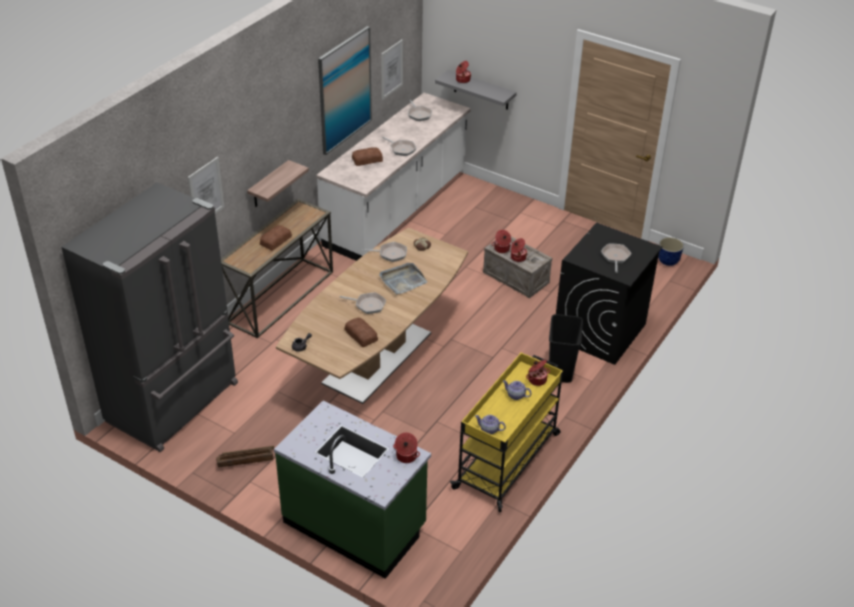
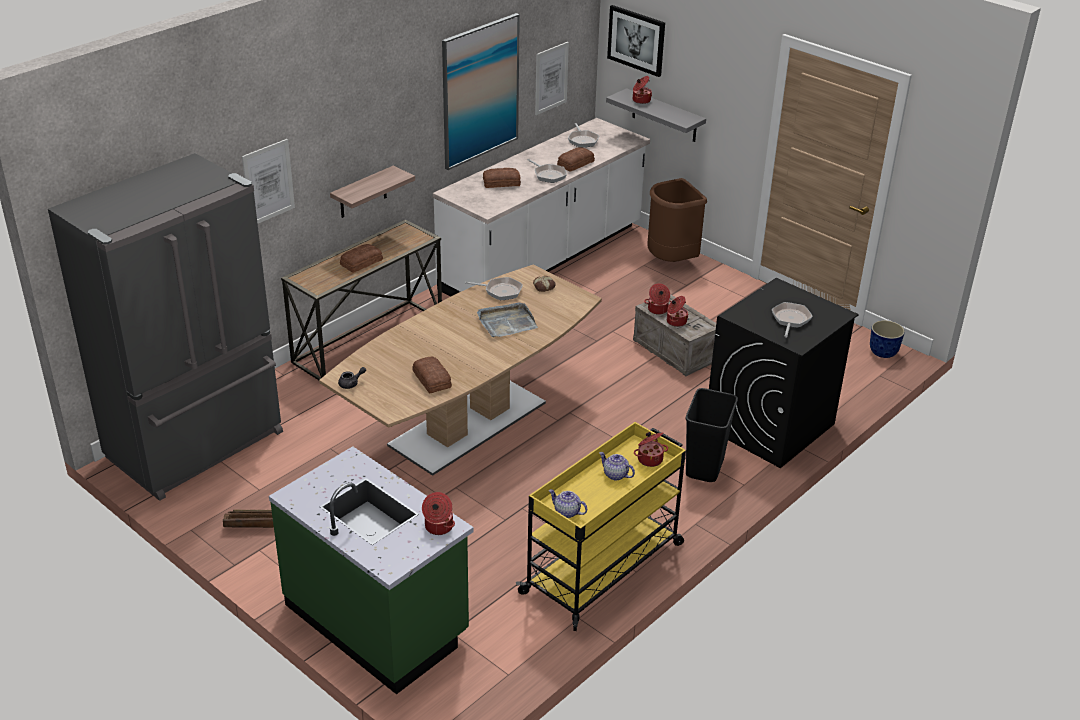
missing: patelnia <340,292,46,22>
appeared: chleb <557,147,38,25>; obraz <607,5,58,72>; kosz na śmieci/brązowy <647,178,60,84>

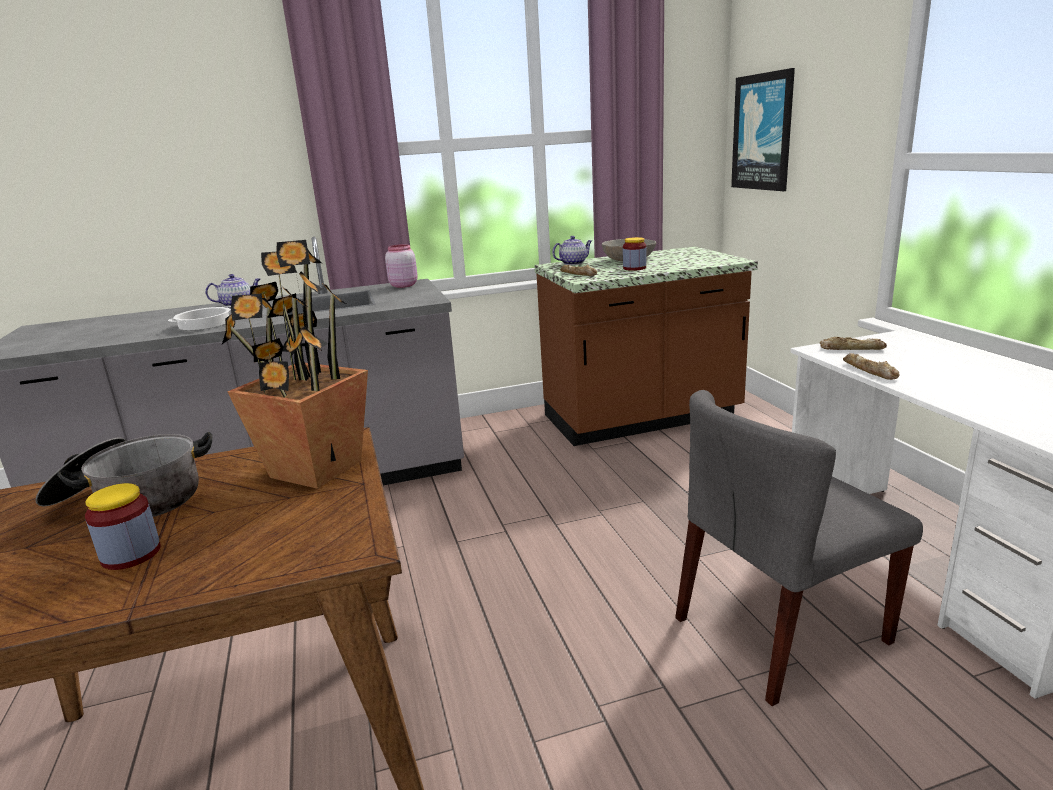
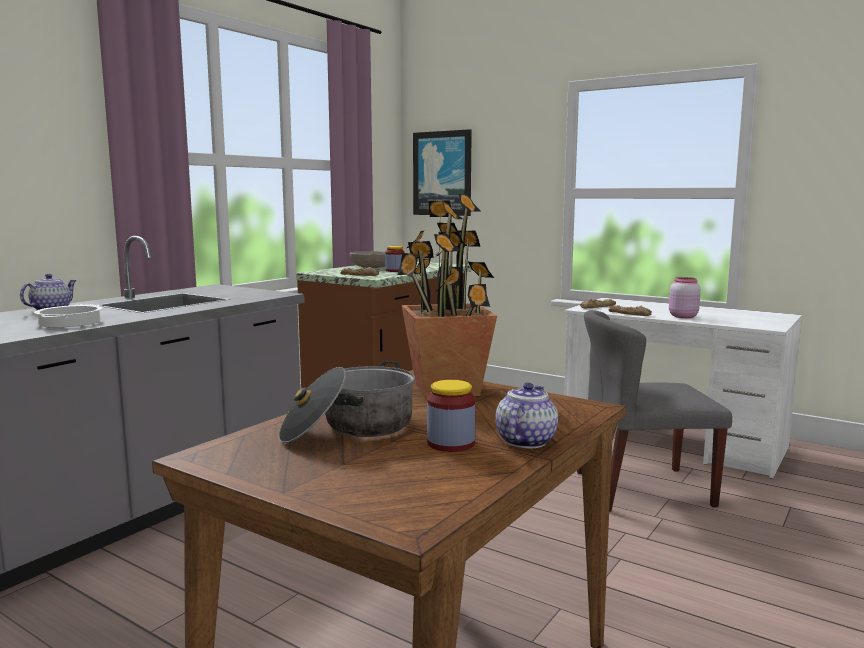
relocated: słoik/różowy <385,244,33,44> to <669,277,32,41>; imbryk <552,236,40,29> to <495,382,63,66>
spun: krzesło/szary <675,390,248,316> = <577,310,155,202> 60 degrees clockwise

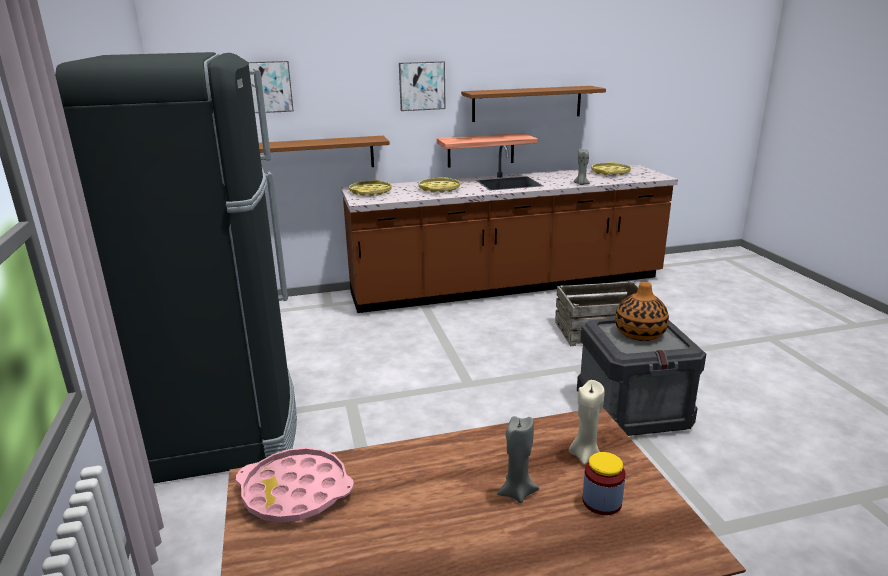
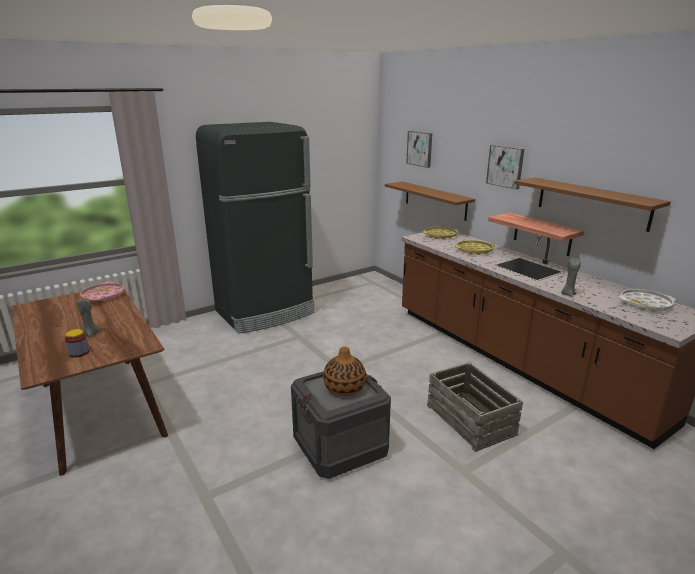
missing: świeca/beżowy <569,380,36,85>
colour: taca/żółty <591,162,40,14> to taca/biały <619,289,57,23>

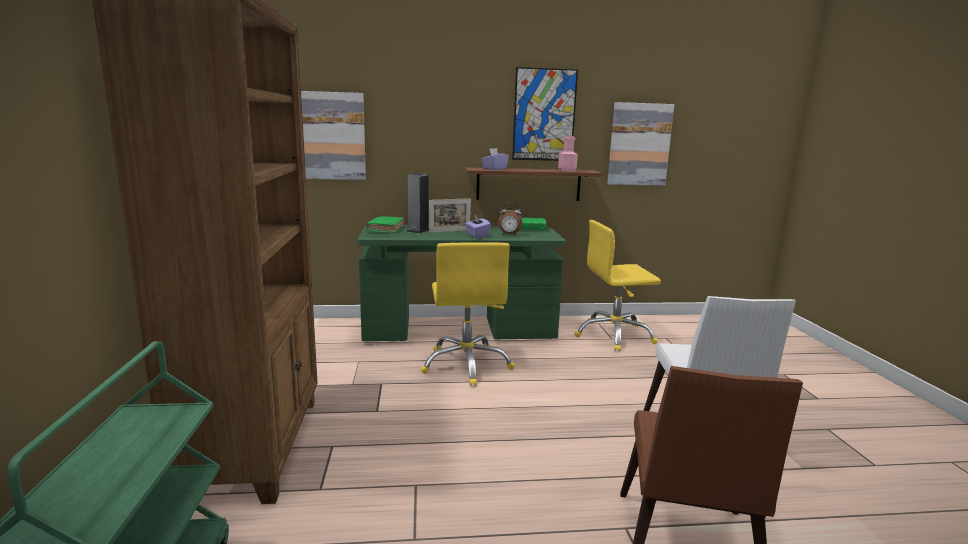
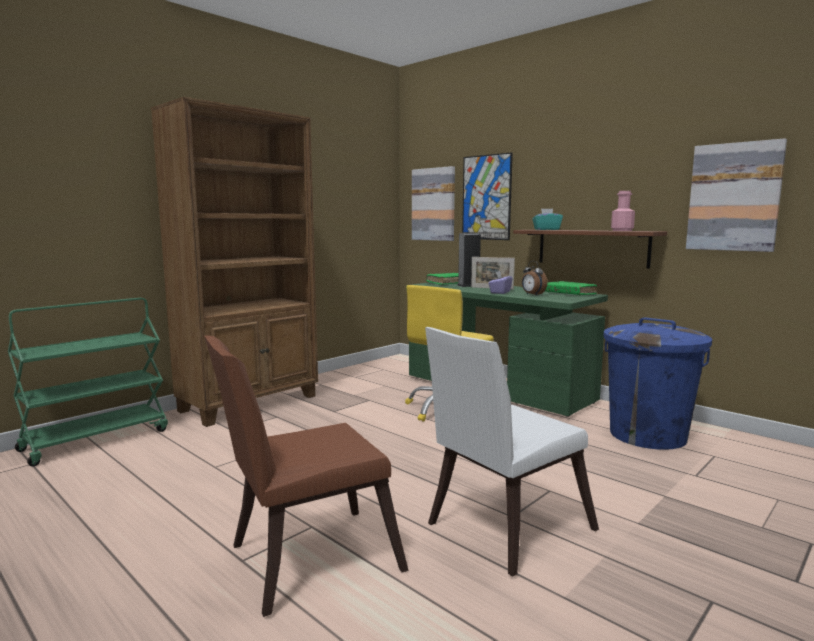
relocated: obraz <512,67,66,94> to <462,152,51,88>
exchanged: krzesło biurowe/żółty <574,220,87,131> to kosz na śmieci/niebieski <603,317,109,133>
colour: pudełko chusteczek/fioletowy <481,148,28,22> to pudełko chusteczek/turkusowy <532,208,31,22>

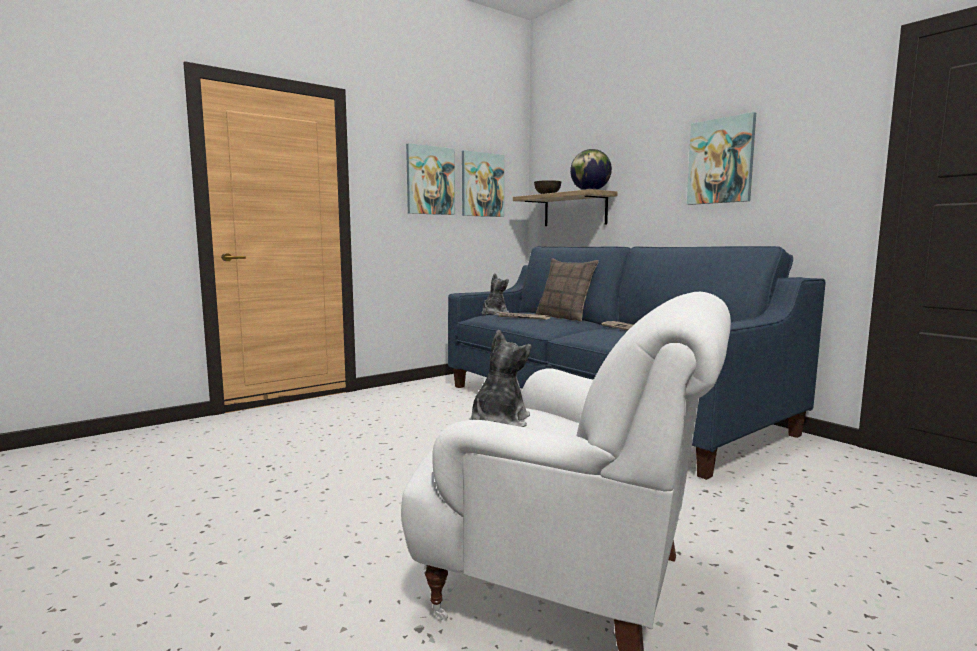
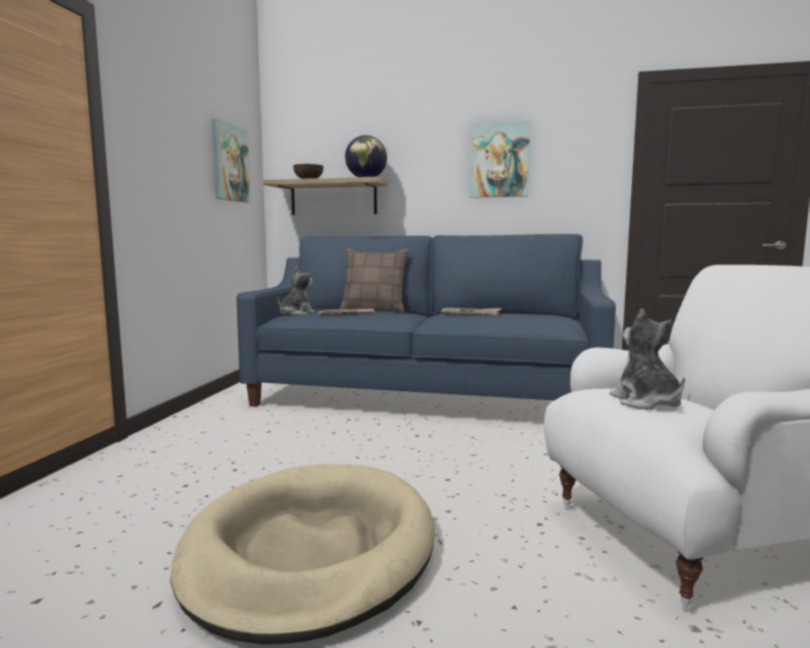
missing: obraz <406,143,49,72>
appeared: legowisko/beżowy <170,464,265,181>
spun: pluszak <482,273,27,42> = <278,266,37,49> 45 degrees clockwise

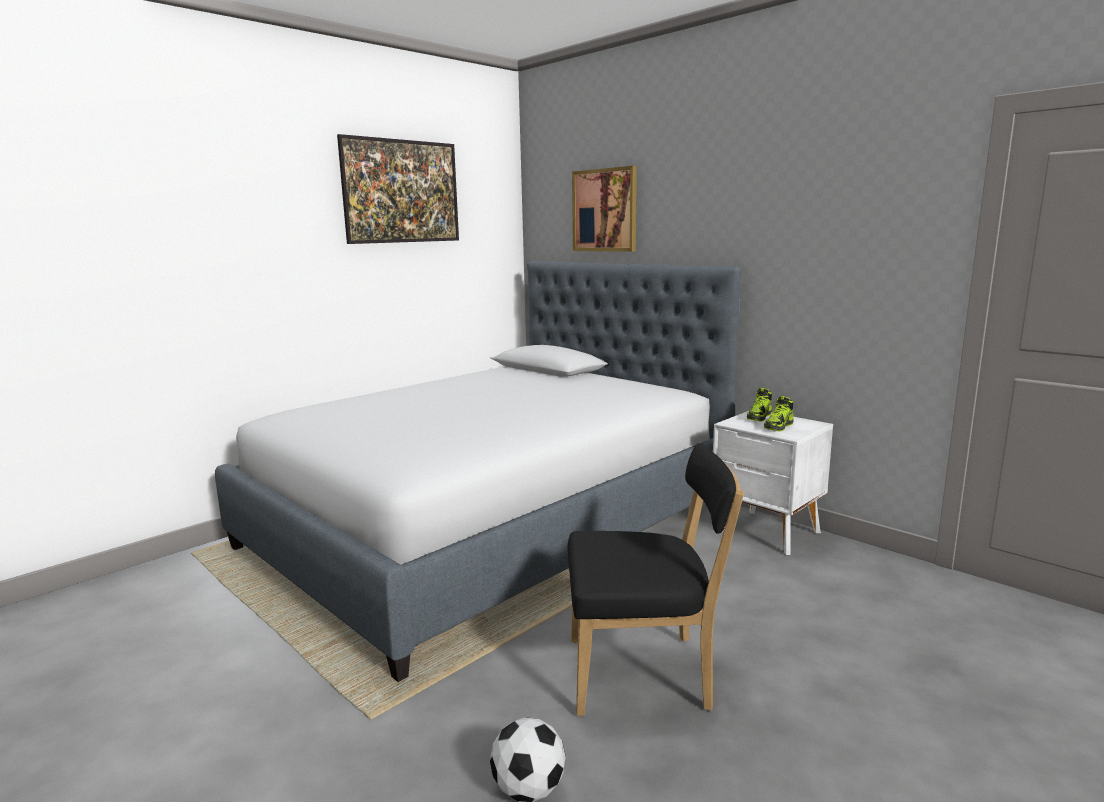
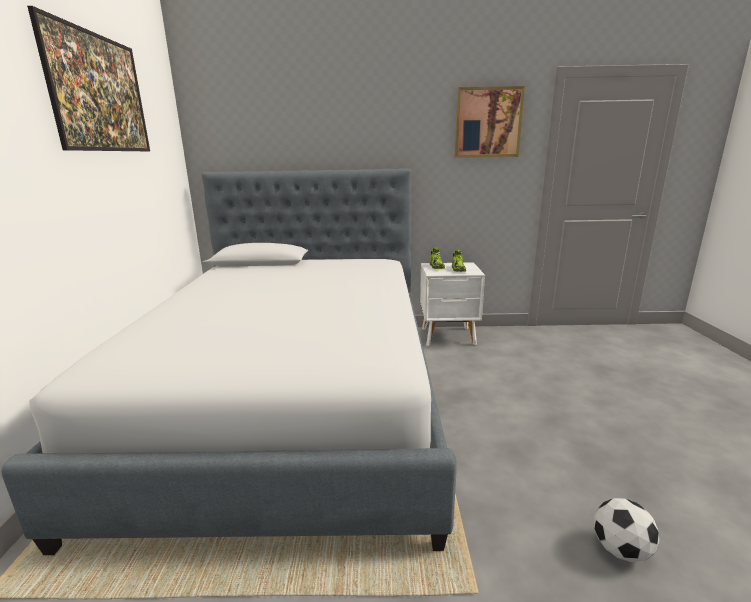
missing: krzesło/czarny <568,443,176,273>
relocated: obraz <572,166,65,86> to <455,86,70,72>

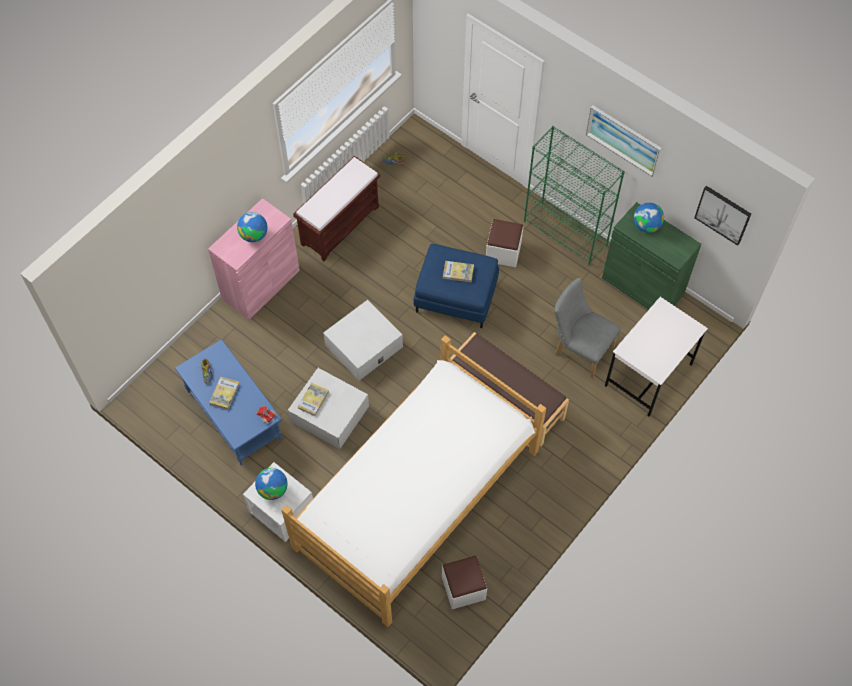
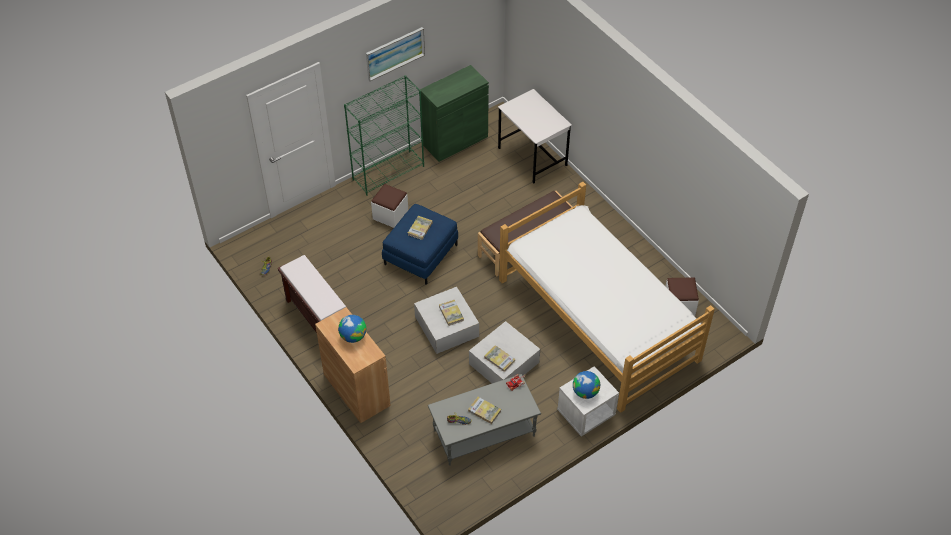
missing: krzesło/szary <554,278,67,101>; globus <634,203,30,30>; obraz <694,186,57,60>
appeared: książka <439,300,25,26>
colour: ława/niebieski <175,339,107,126> to ława/szary <428,374,113,92>; szafka/różowy <208,198,92,122> to szafka/brązowy <315,307,76,116>

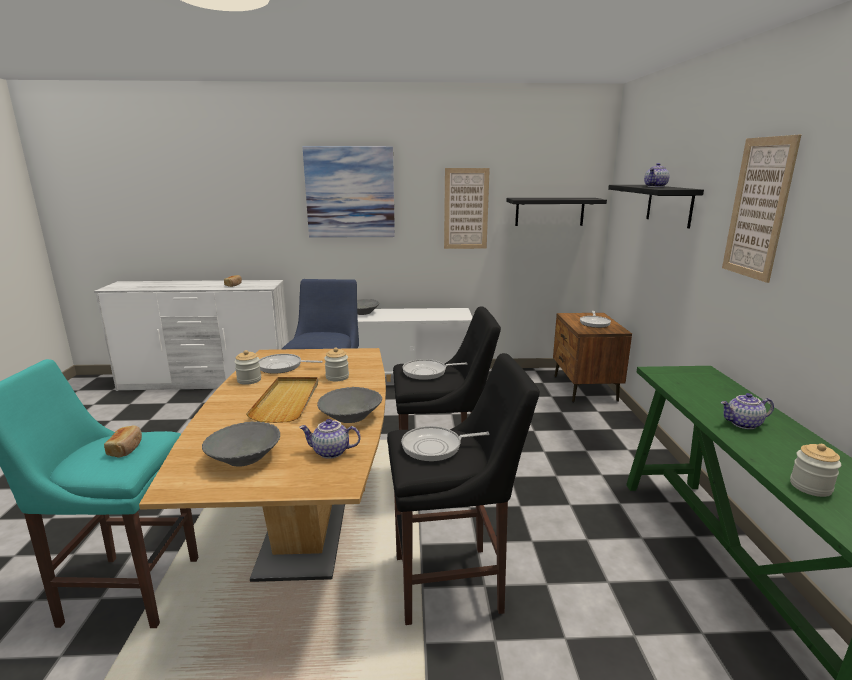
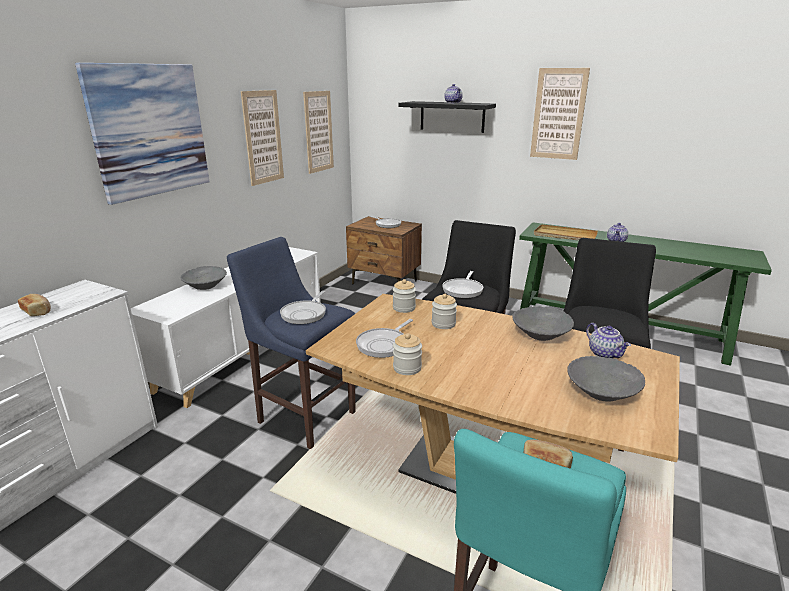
relocated: taca/beżowy <246,377,72,46> to <534,224,64,17>; patelnia <401,426,89,35> to <280,291,46,33>; słoik <790,444,51,53> to <393,279,23,34>
exchanged: półka/czarny <506,198,101,28> to obraz <303,91,31,83>
spun: imbryk <299,419,62,40> = <586,323,45,36> 60 degrees counterclockwise

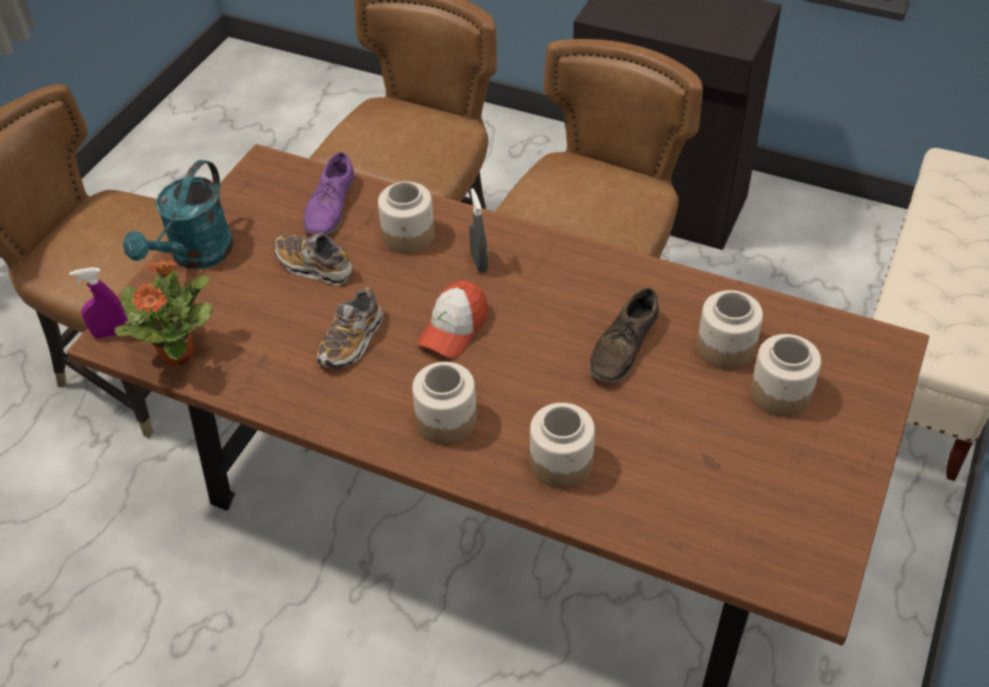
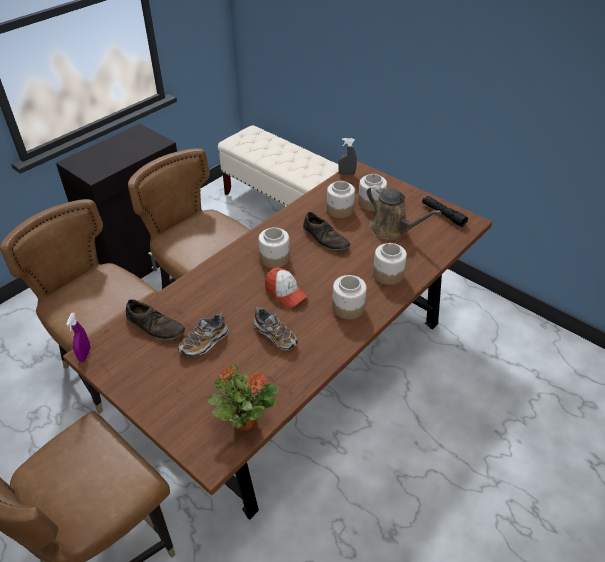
missing: konewka/turkusowy <123,160,111,109>
appeared: konewka/brązowy <367,185,74,55>; latarka/czarny <422,196,46,31>
relocated: spryskiwacz/fioletowy <69,267,59,71> to <66,313,25,49>; słoik <378,182,57,72> to <259,227,31,41>; spryskiwacz/szary <469,188,19,85> to <338,138,19,37>
colour: but/fioletowy <303,152,52,83> to but/brązowy <126,299,59,42>

